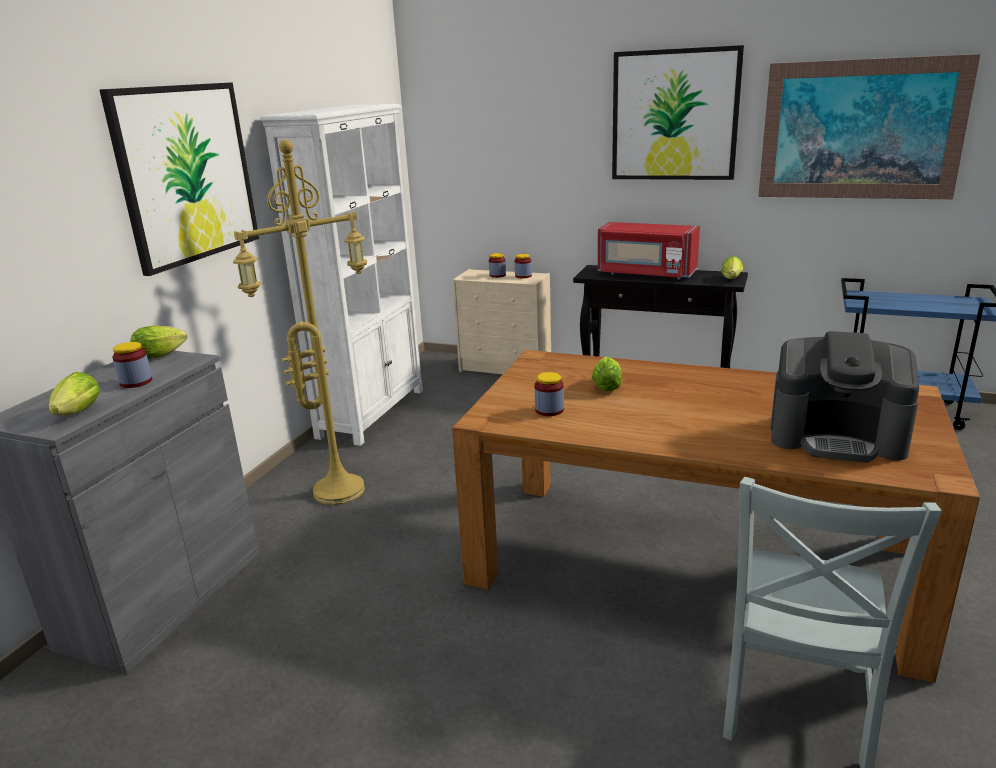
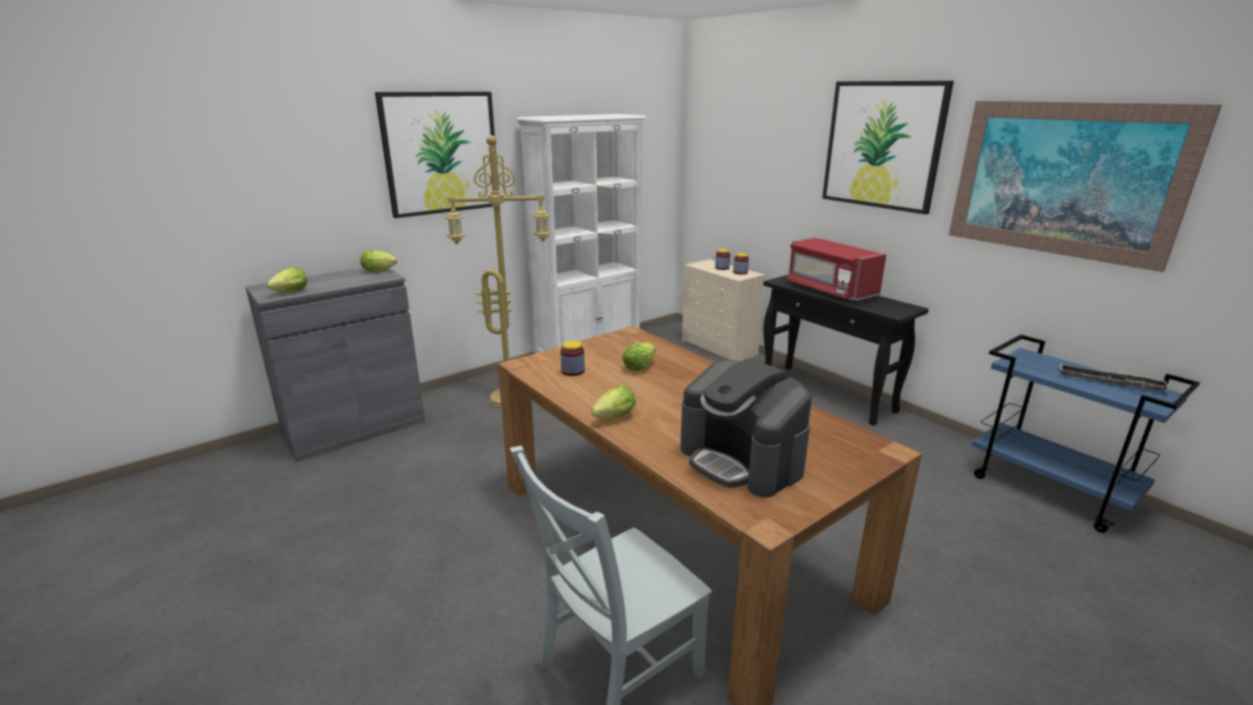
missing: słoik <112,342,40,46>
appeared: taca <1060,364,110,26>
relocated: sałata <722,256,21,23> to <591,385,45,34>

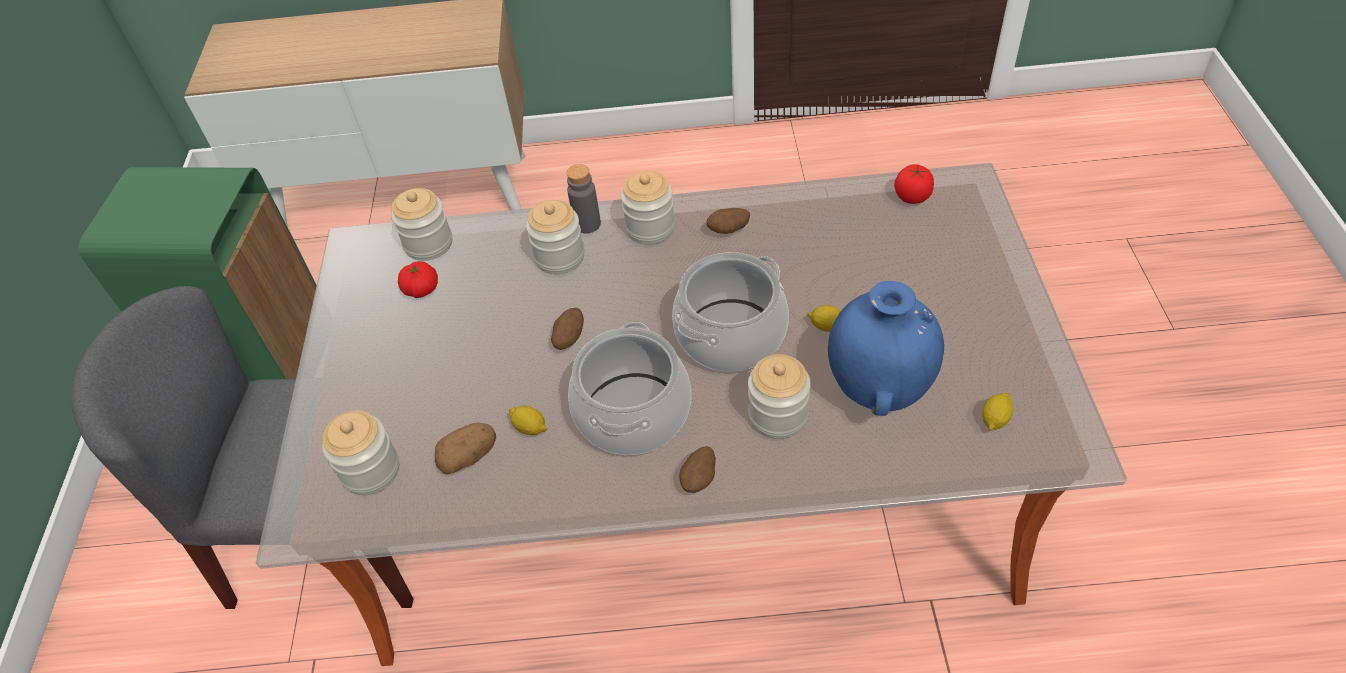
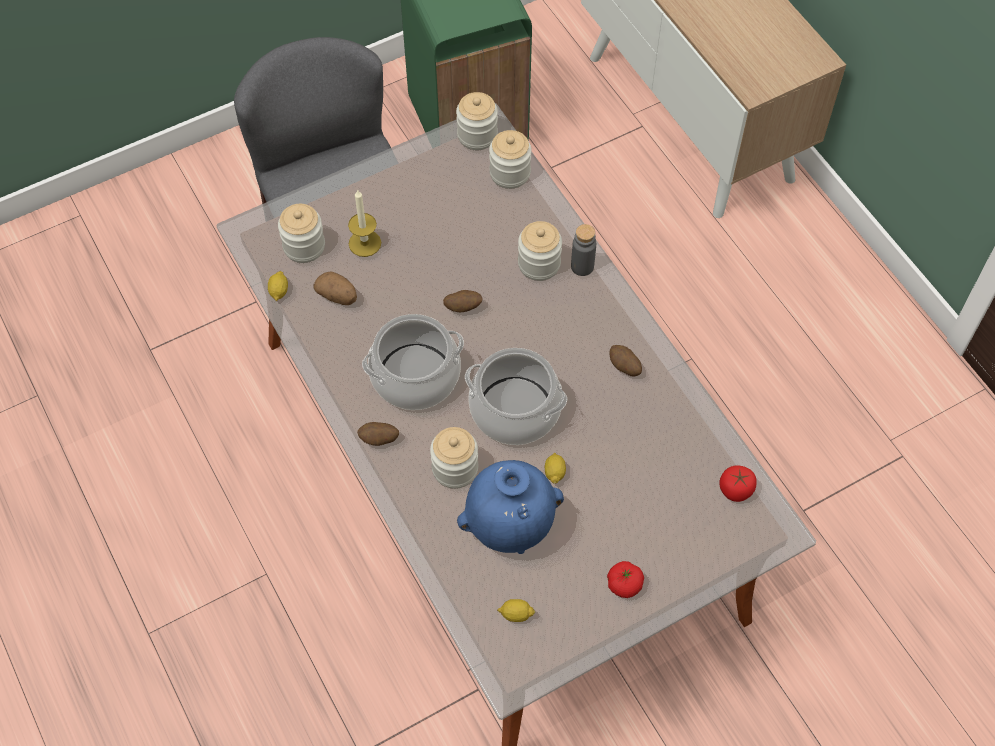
appeared: świeca <348,189,33,68>
relocated: pomidor <398,261,40,37> to <607,561,37,37>; cytryna <509,406,39,29> to <268,271,20,30>; słoik <621,171,54,73> to <456,92,42,58>

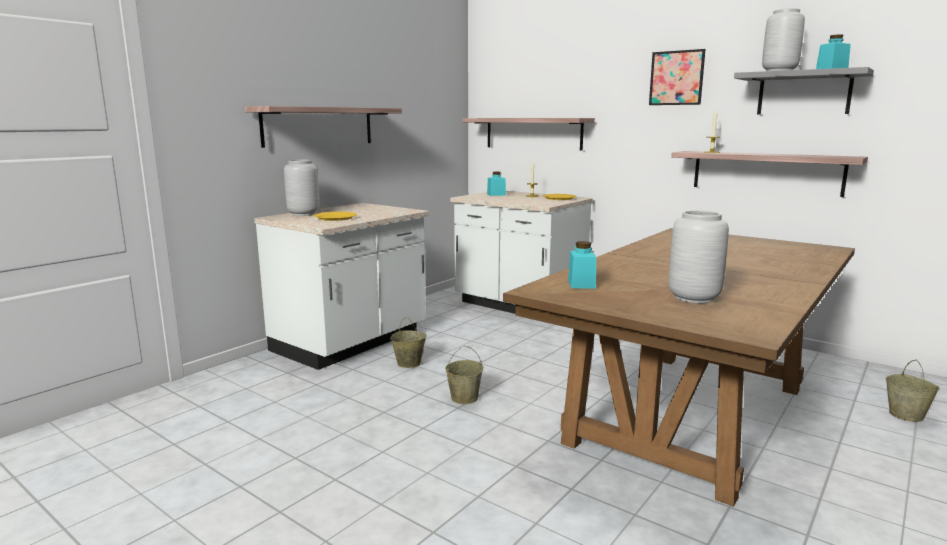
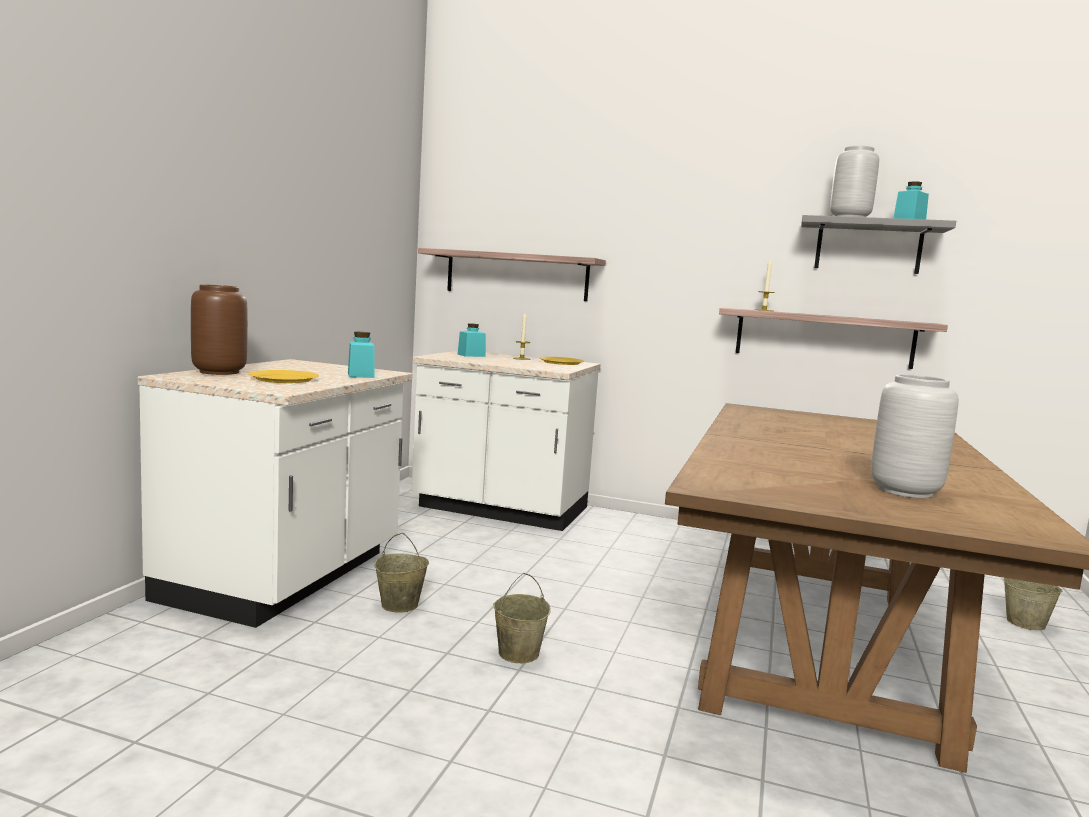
missing: półka <245,106,157,42>; obraz <649,49,56,56>
relocated: słoik/turkusowy <568,241,28,48> to <348,332,26,46>
colour: wazon/szary <284,160,35,56> to wazon/brązowy <191,284,57,91>

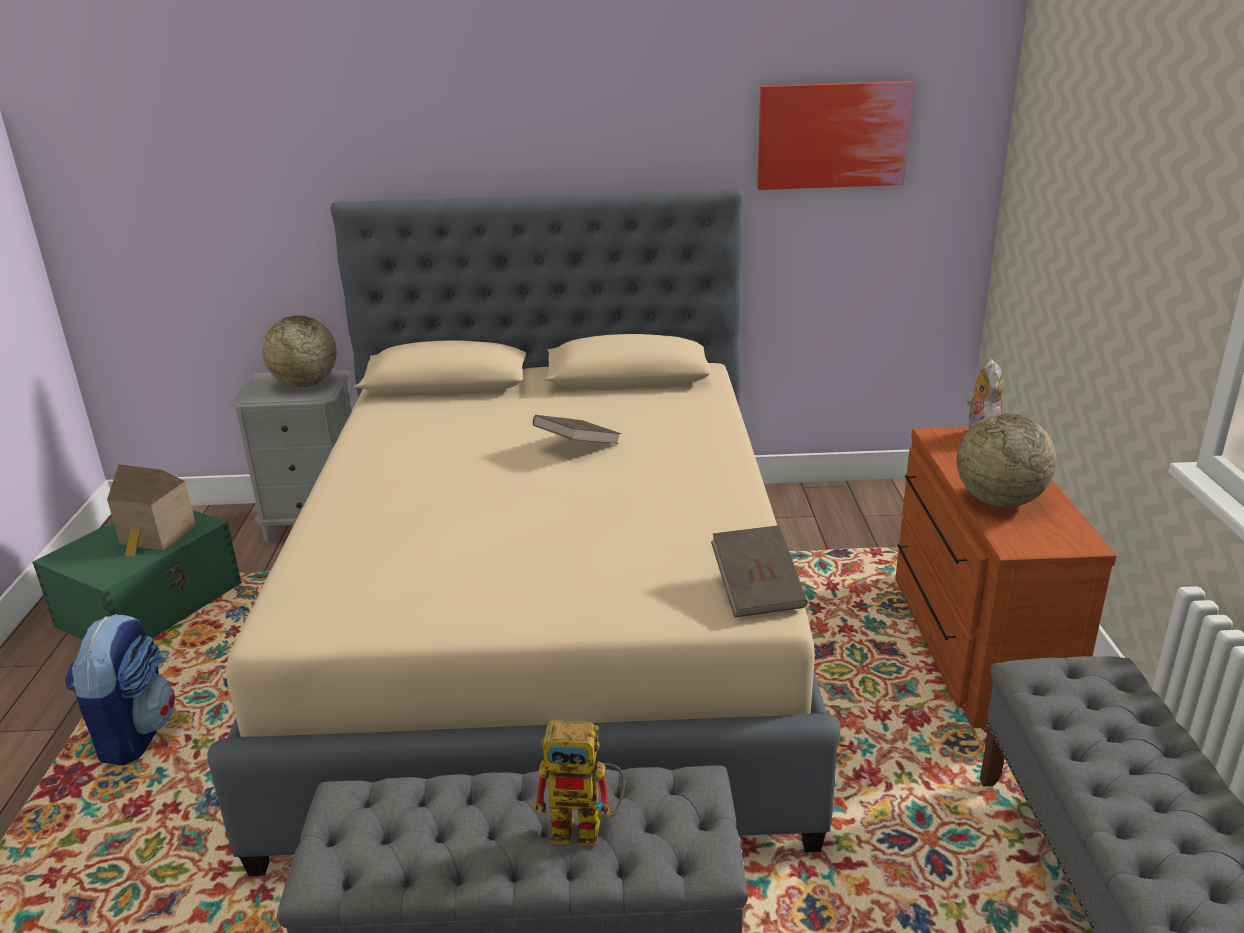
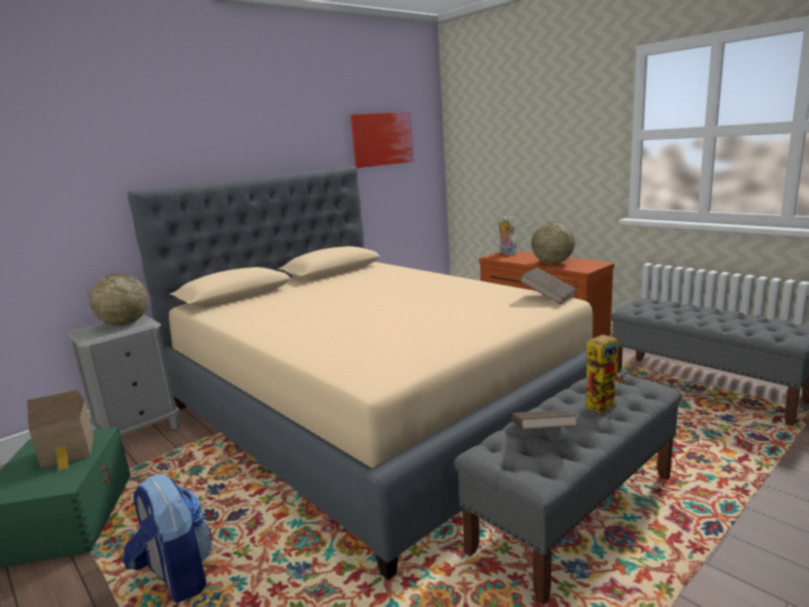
relocated: książka/brązowy <533,415,88,29> to <512,410,66,20>

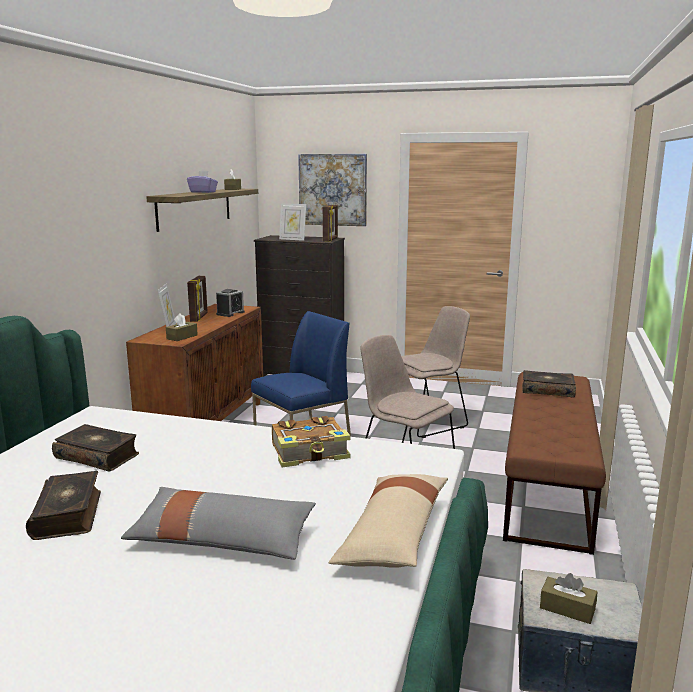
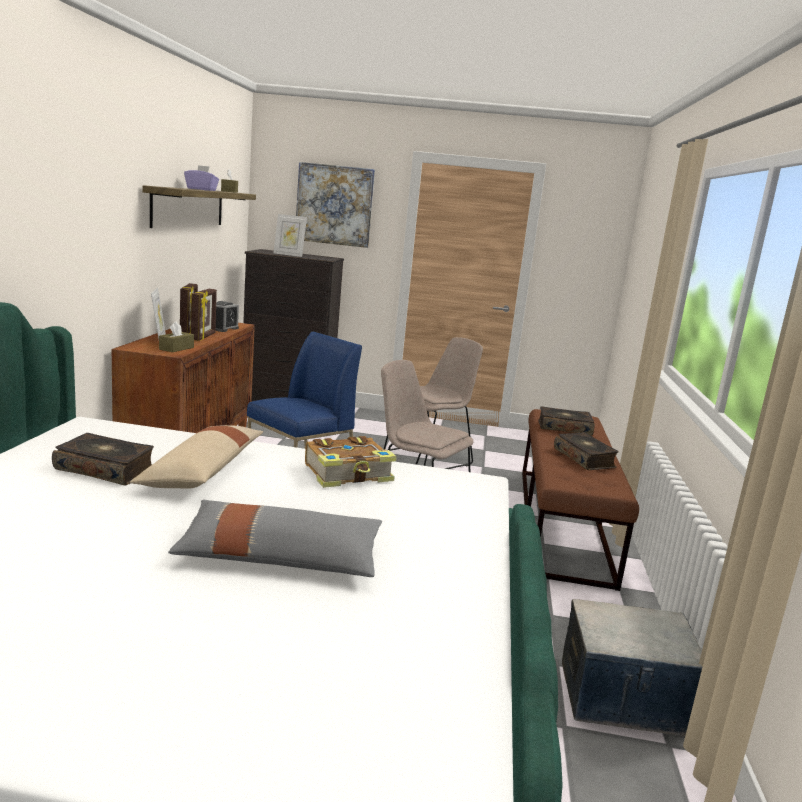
missing: pudełko chusteczek/brązowy <540,573,57,51>
relocated: książka <26,471,75,69> to <554,432,65,38>; ramka na zdjęcie <323,205,15,37> to <191,289,26,52>; poduszka/beżowy <329,474,119,94> to <130,425,133,64>

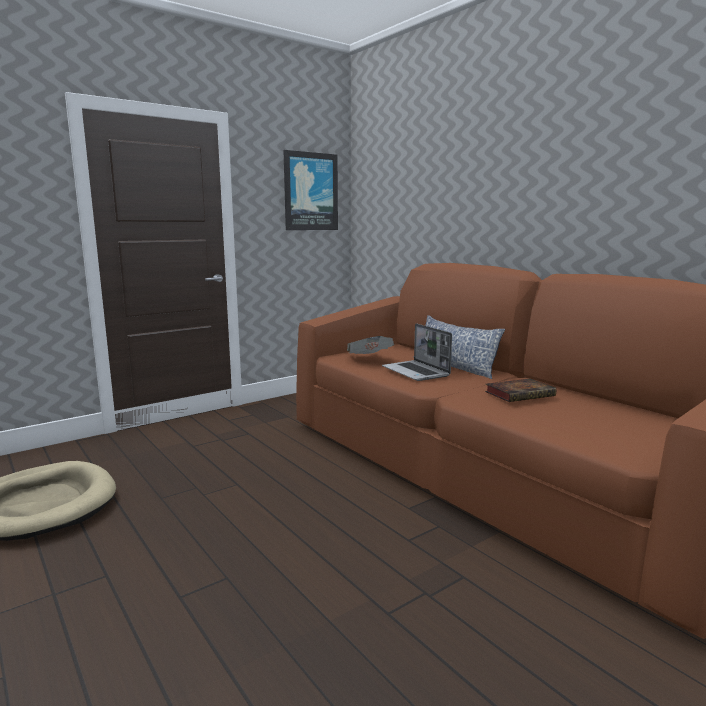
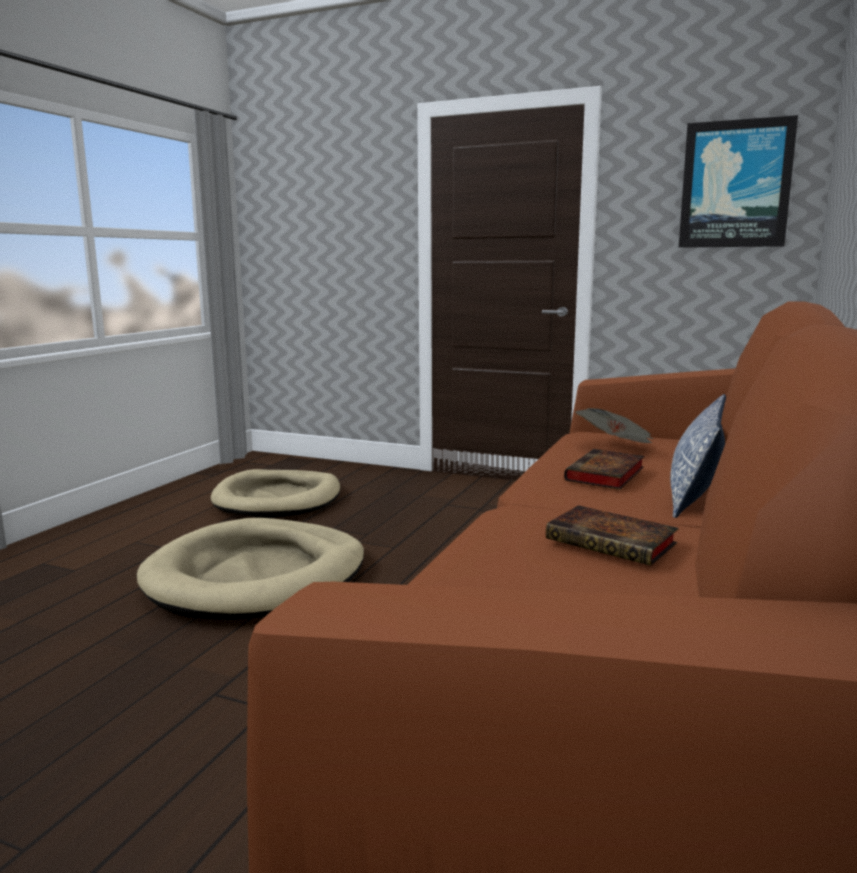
appeared: legowisko/beżowy <137,518,227,102>
exchanged: laptop <382,323,70,58> to książka <564,449,80,41>

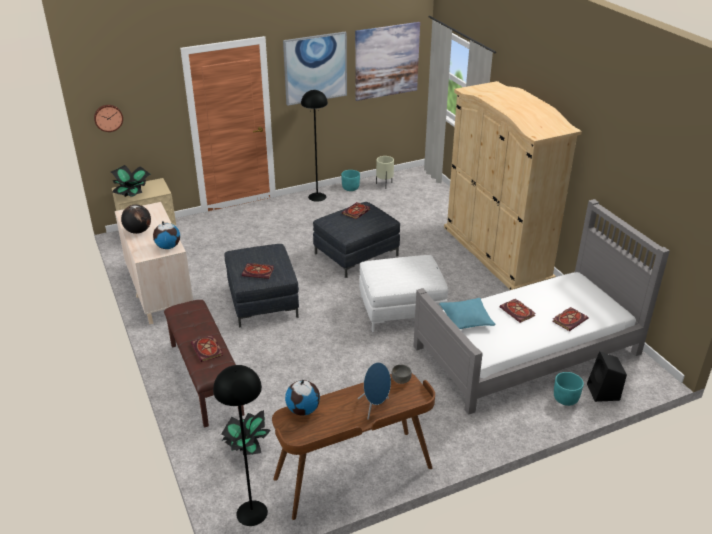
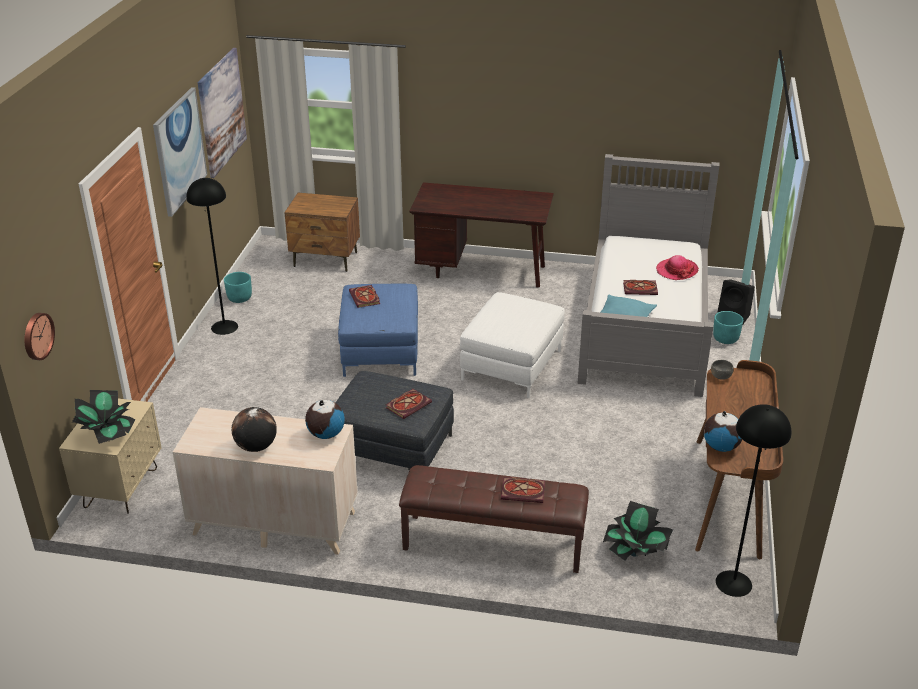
missing: głośnik/niebieski <358,362,33,58>; donica/beżowy <376,156,18,28>
appeared: szafka nocna/brązowy <284,193,76,79>
exchanged: szafa/beżowy <444,81,138,209> to biurko/brązowy <409,182,145,106>; książka <552,307,37,24> to kapelusz <656,255,43,25>
colour: pufa/szary <313,202,87,76> to pufa/niebieski <338,284,80,93>

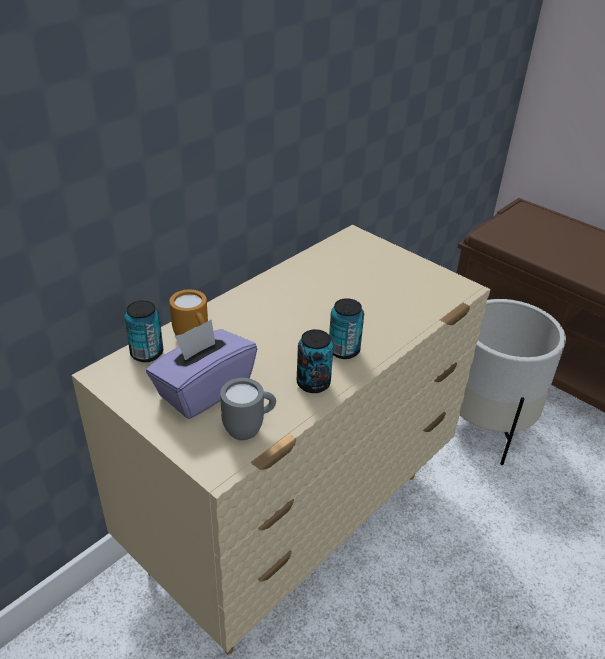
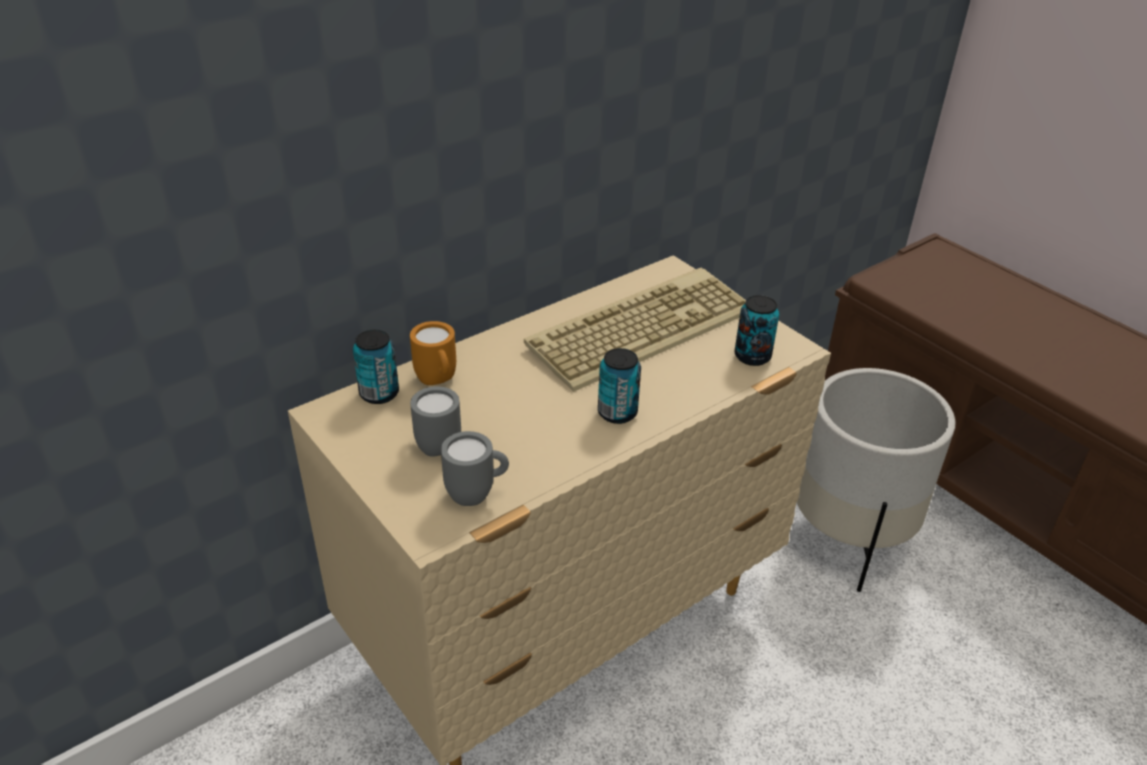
appeared: klawiatura <524,268,222,124>
relocated: puszka <297,329,37,64> to <735,295,44,71>
exchanged: pudełko chusteczek/fioletowy <146,320,111,99> to kubek/szary <410,386,51,71>

